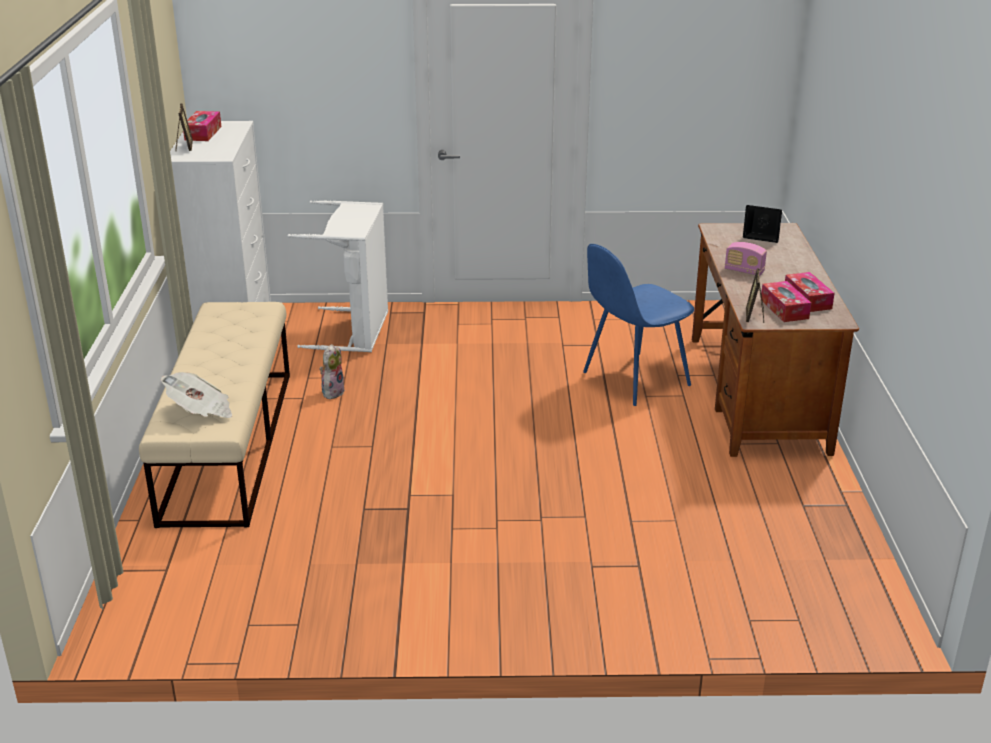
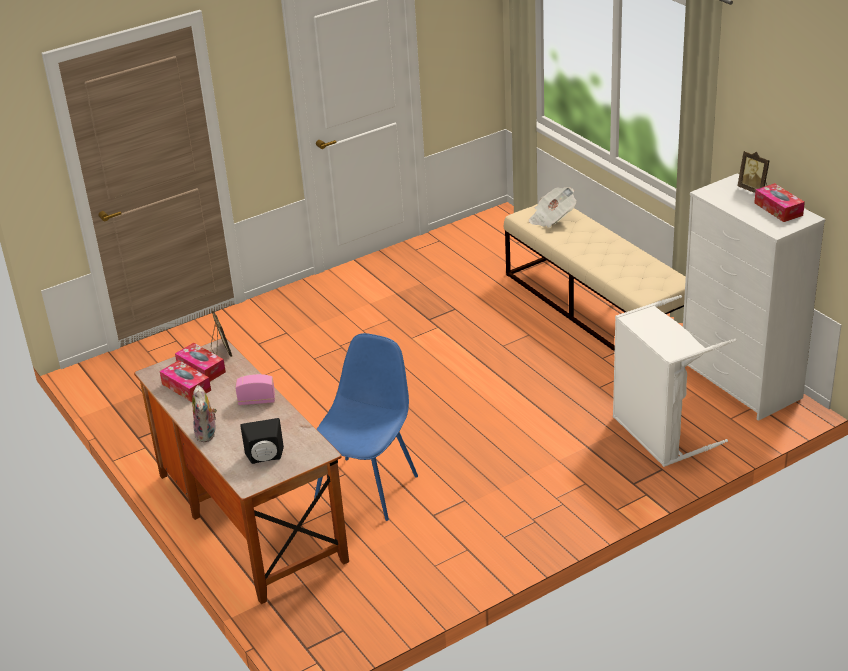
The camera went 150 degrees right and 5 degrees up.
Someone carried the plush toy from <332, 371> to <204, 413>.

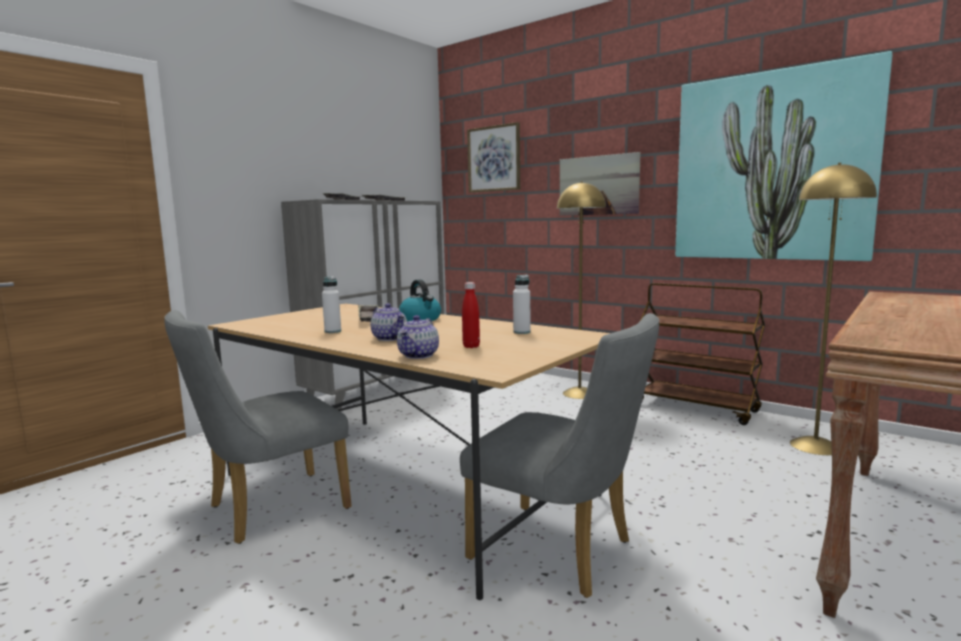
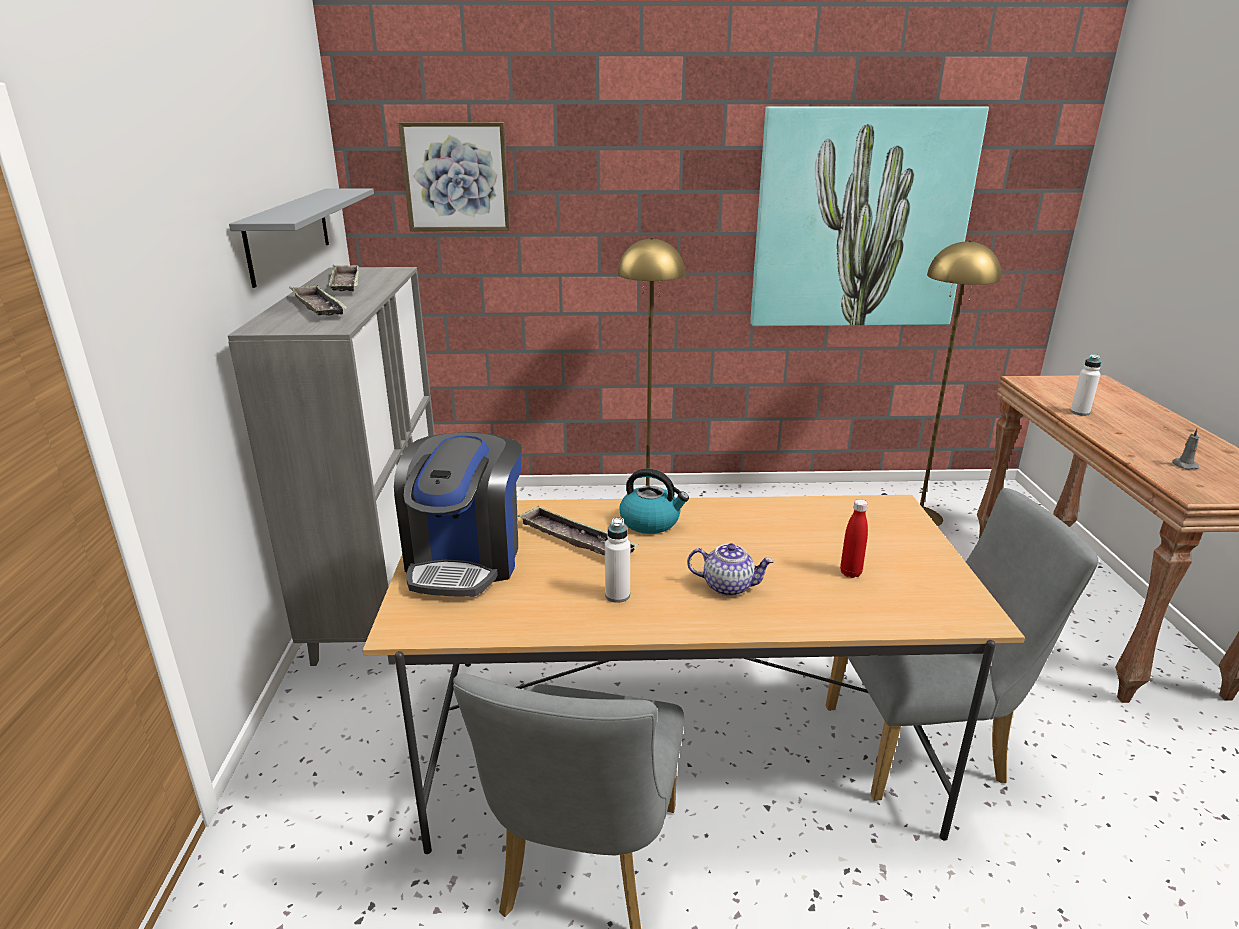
The camera went 40 degrees left and 15 degrees up.
Someone took away the wall art at <600, 184>.
Someone carried the white drink bottle from <522, 304> to <1085, 385>.
Someone took away the brownish wheeled cart at <702, 354>.
Someone took away the teapot at <418, 337>.
Someone put up the grey bracket shelf at <301, 238>.
Someone put down the grey wax candle at <1185, 449>.
Someone put down the coffee brewer at <458, 514>.

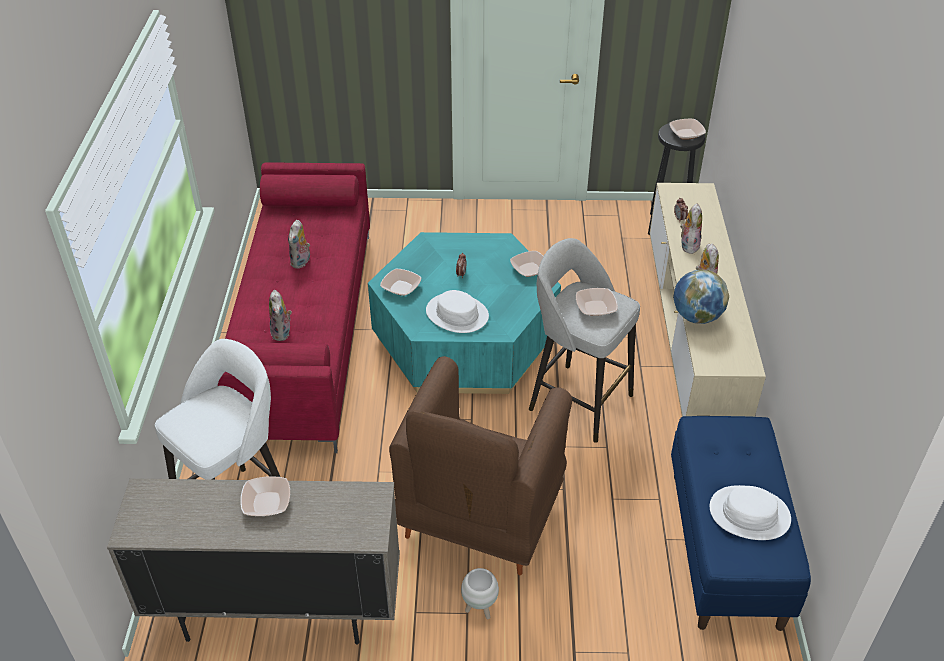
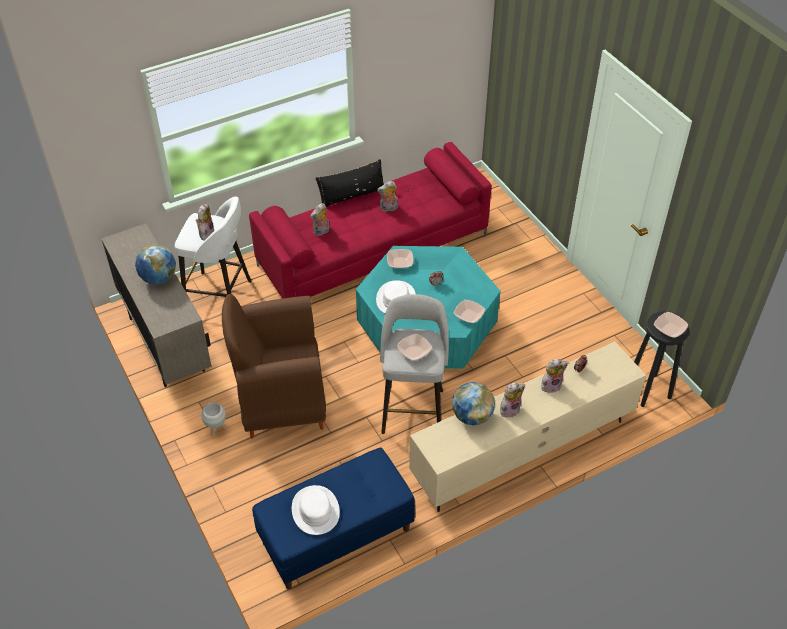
The camera went 60 degrees right and 5 degrees up.
Someone swapped the deep dish at <265, 496> for the world globe at <155, 264>.
Someone put down the black throw pillow at <350, 183>.
Someone put down the plush toy at <205, 222>.

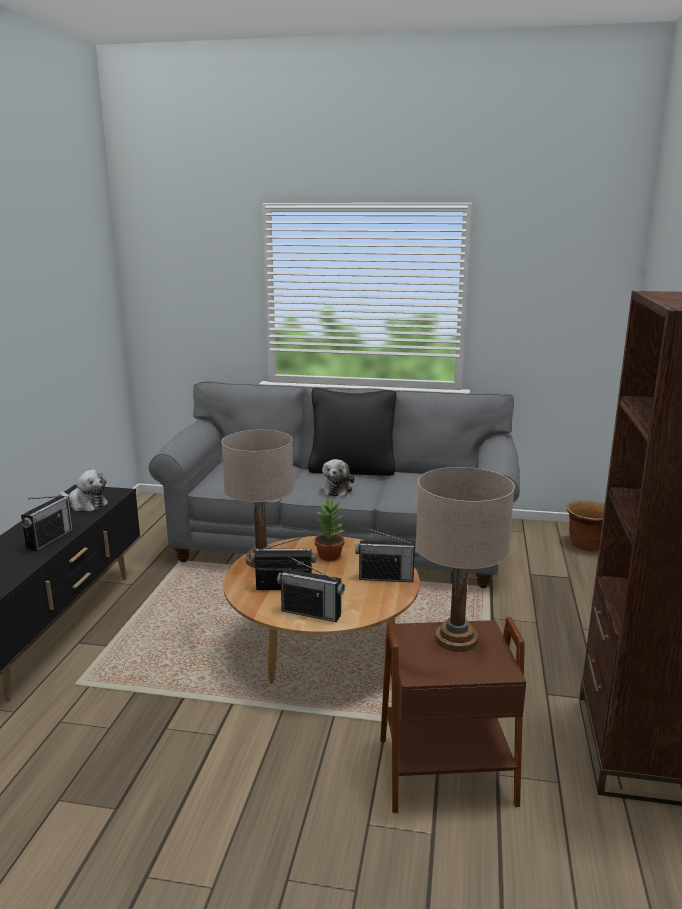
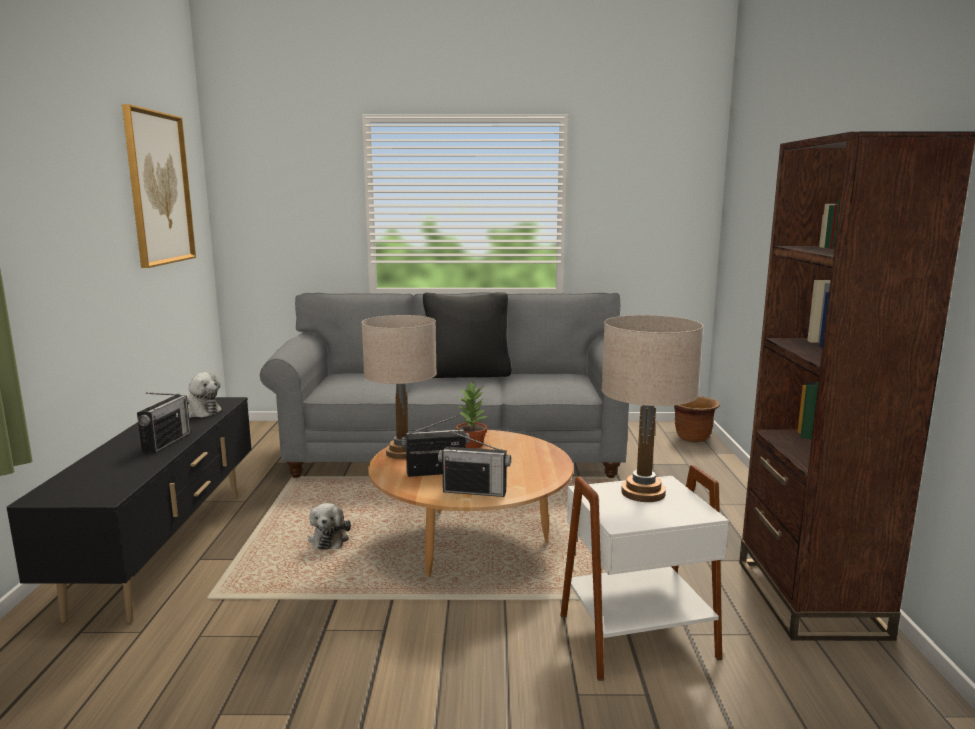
The camera went 10 degrees left and 5 degrees down.
Someone carried the plush toy from <337, 478> to <329, 526>.
Someone took away the radio receiver at <387, 555>.
Someone repainted the brownish end table at <453, 715>, which became the white end table at <644, 573>.
Someone put up the wall art at <159, 186>.

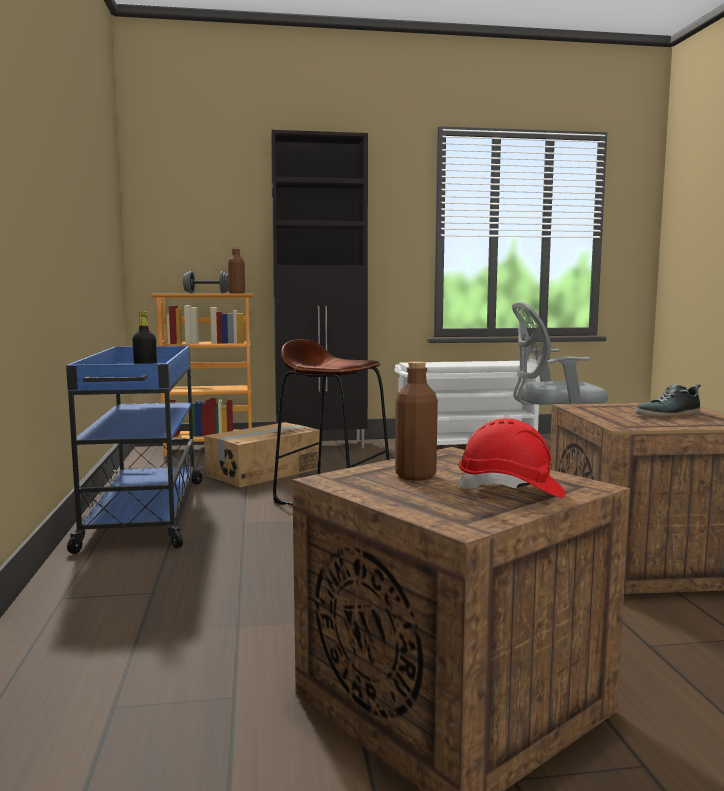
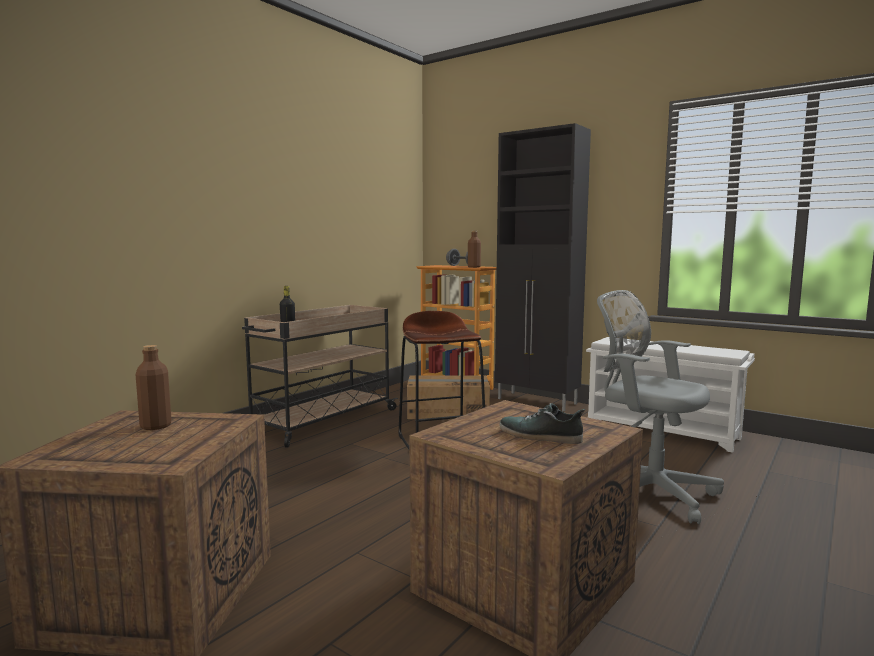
The camera went 45 degrees right and 0 degrees up.
Someone repainted the blue wheeled cart at <135, 450>, which became the beige wheeled cart at <320, 376>.
Someone took away the reddish hard hat at <511, 458>.

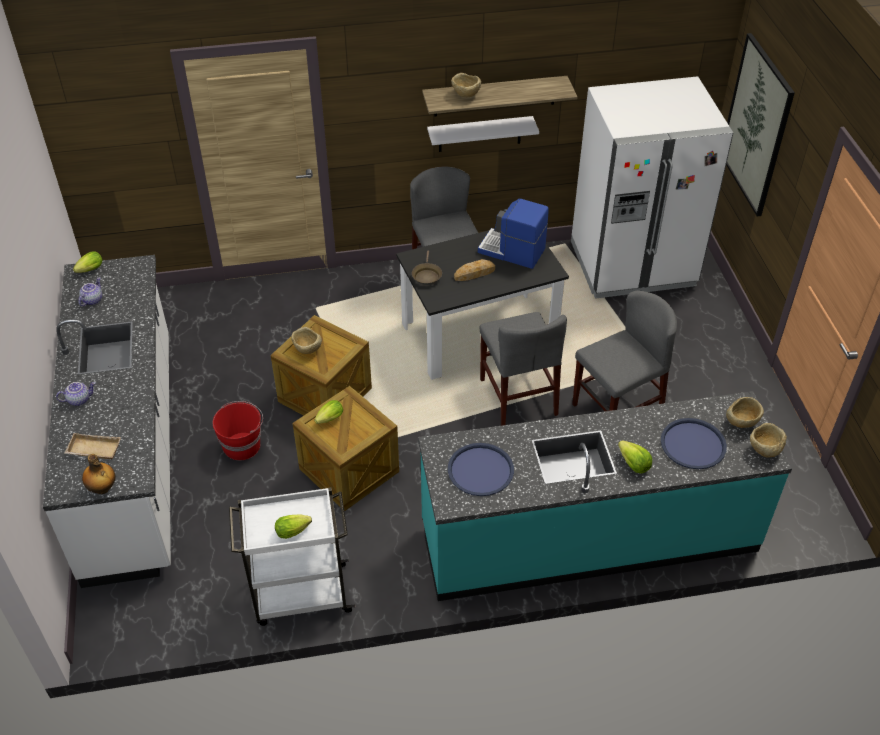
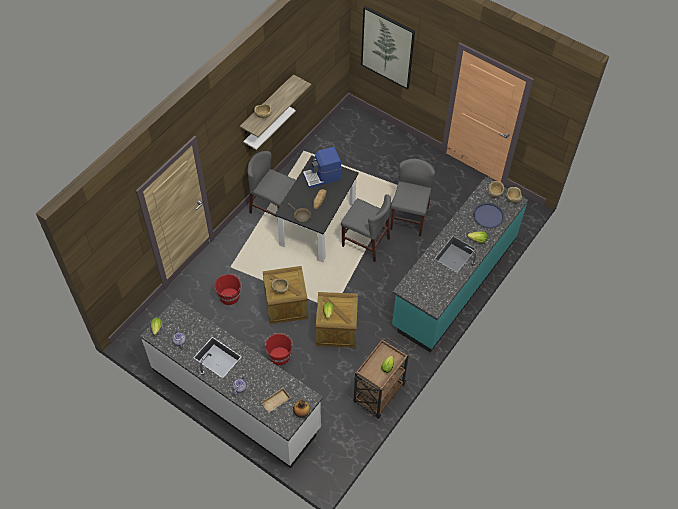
The camera went 45 degrees left and 10 degrees up.
Someone took away the white fridge at <652, 187>.
Someone took away the blue tray at <481, 469>.
Someone repainted the white wheeled cart at <292, 556>, which became the brownish wheeled cart at <381, 377>.
Someone put down the reddish water bucket at <228, 289>.

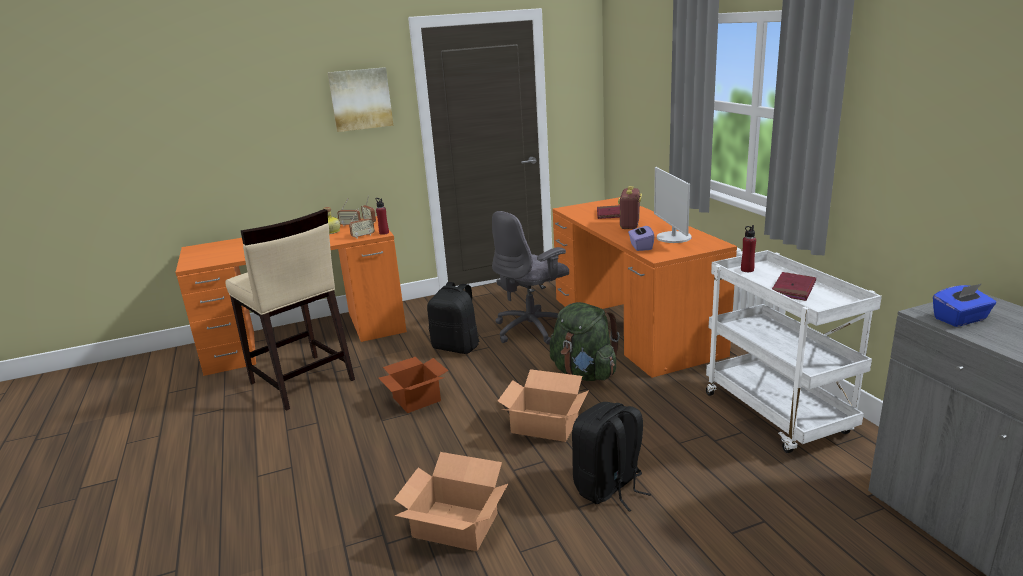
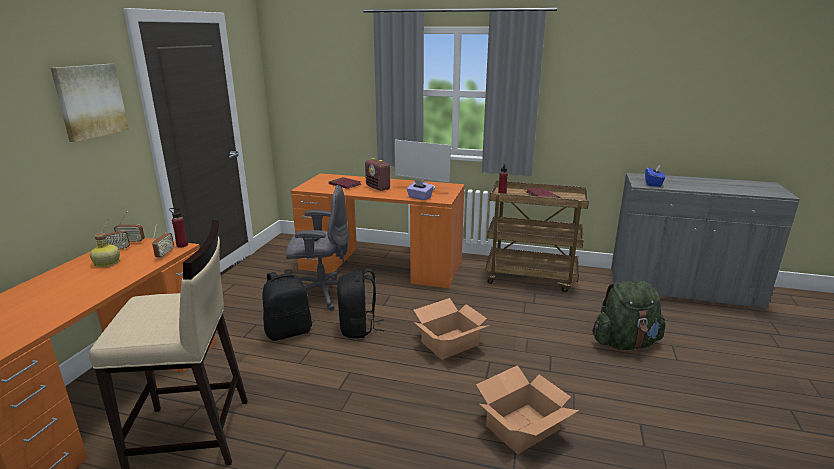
The camera went 55 degrees left and 0 degrees up.
Someone rotated the grey desk chair at <530, 278> by 90 degrees counterclockwise.
Someone repainted the white wheeled cart at <794, 351>, which became the brownish wheeled cart at <537, 236>.
Someone carried the green-coloured rucksack from <585, 341> to <629, 315>.
Someone took away the packing box at <413, 385>.
Someone carried the black rucksack from <611, 456> to <361, 303>.

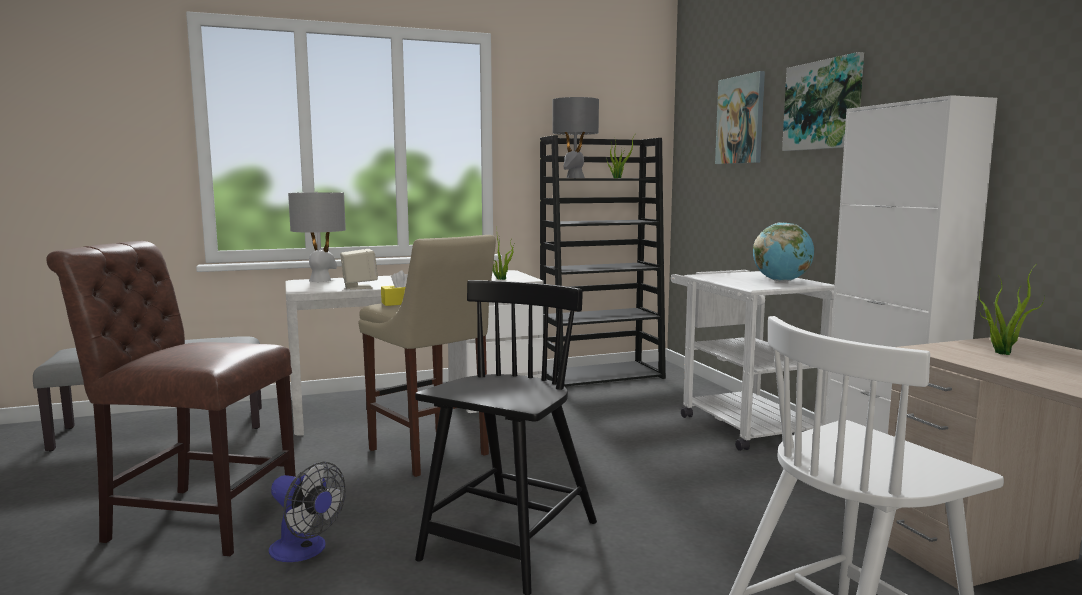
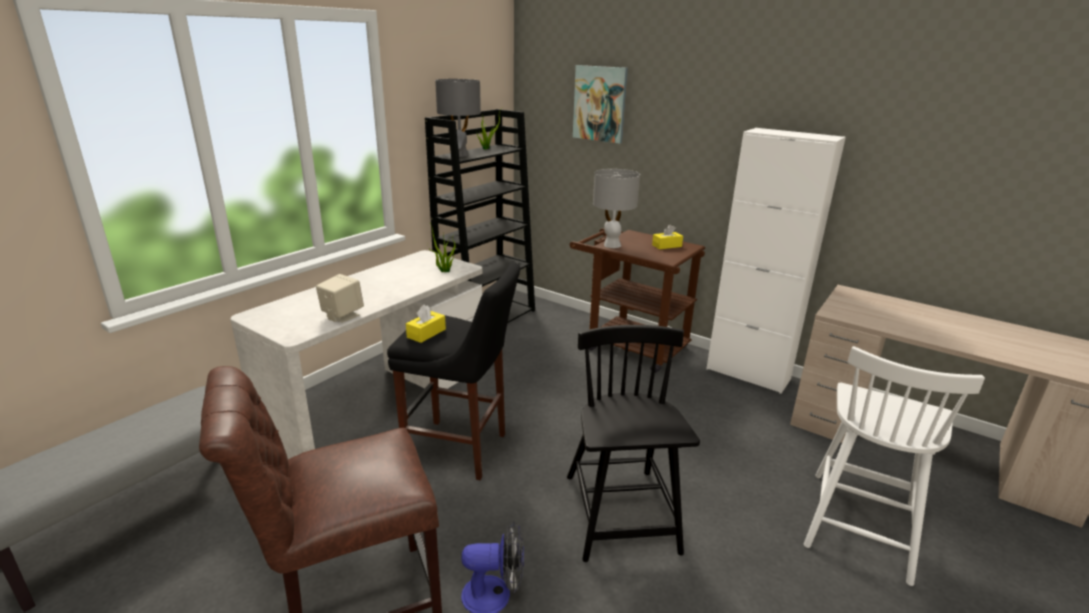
The camera went 35 degrees left and 15 degrees up.
Someone took away the wall art at <823, 101>.
Someone carried the grey lamp for a table from <317, 237> to <616, 208>.
Someone swapped the world globe at <783, 252> for the yellow-coloured tissue box at <667, 236>.
Someone repainted the beige sitting stool at <427, 356>, which became the black sitting stool at <453, 371>.
Someone took away the potted plant at <1012, 310>.
Someone repainted the white wheeled cart at <752, 360>, which became the brownish wheeled cart at <637, 300>.

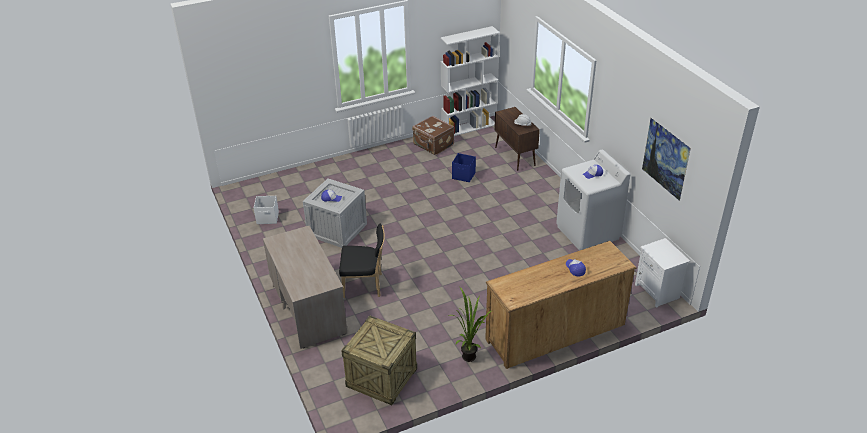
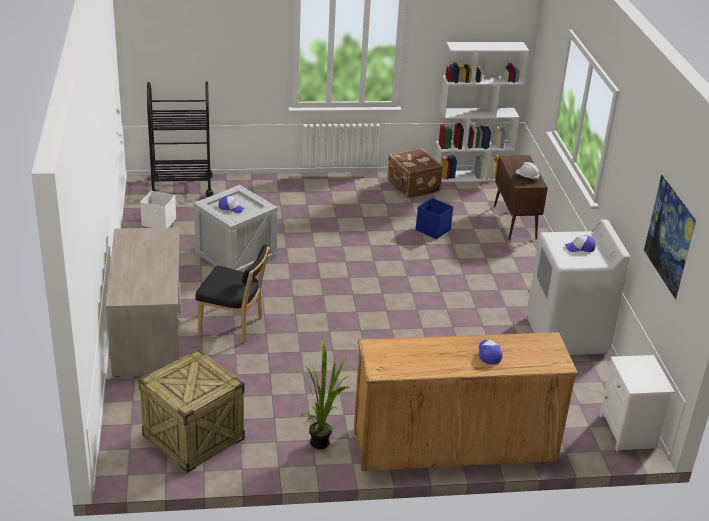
The camera went 15 degrees right and 5 degrees down.
Someone put down the black wheeled cart at <180, 139>.

